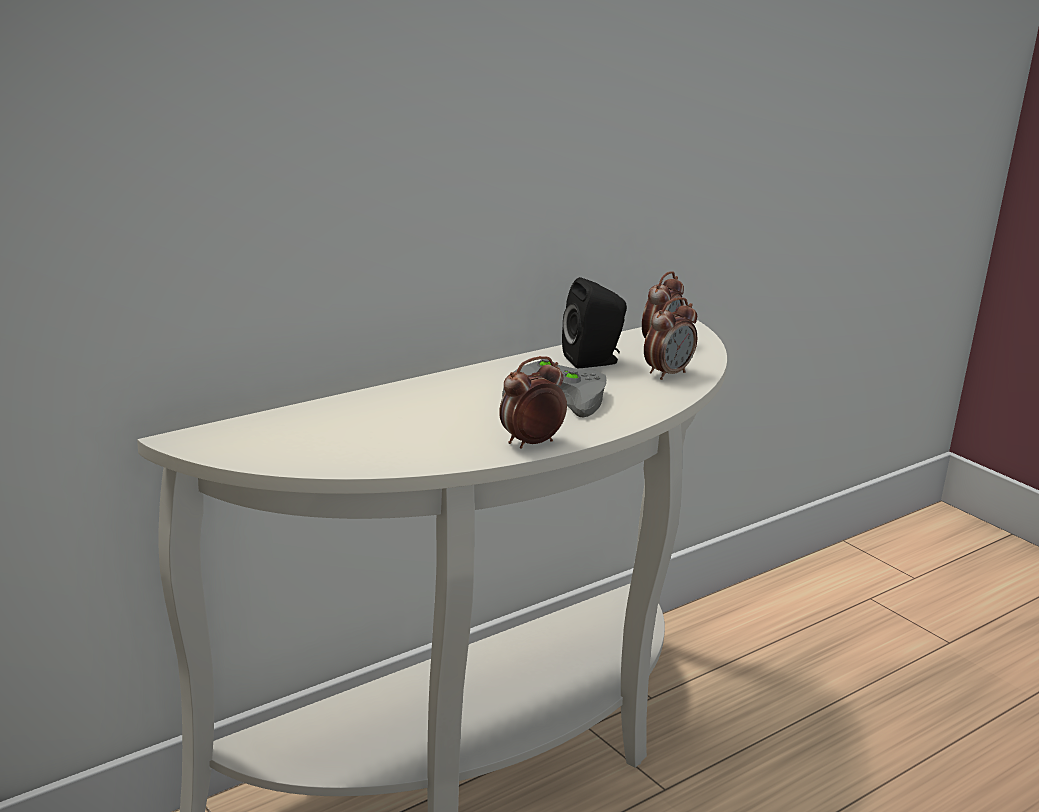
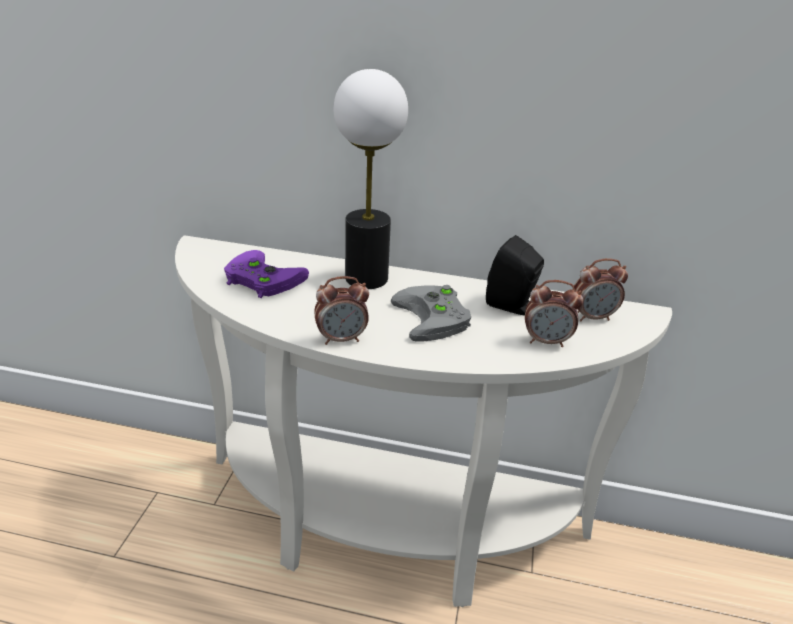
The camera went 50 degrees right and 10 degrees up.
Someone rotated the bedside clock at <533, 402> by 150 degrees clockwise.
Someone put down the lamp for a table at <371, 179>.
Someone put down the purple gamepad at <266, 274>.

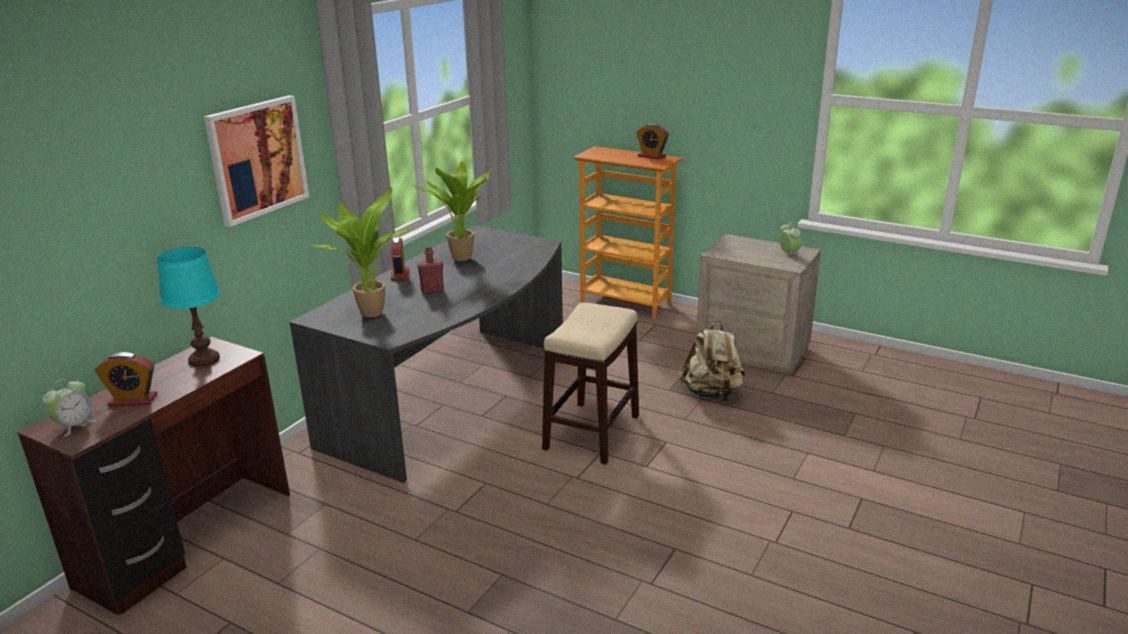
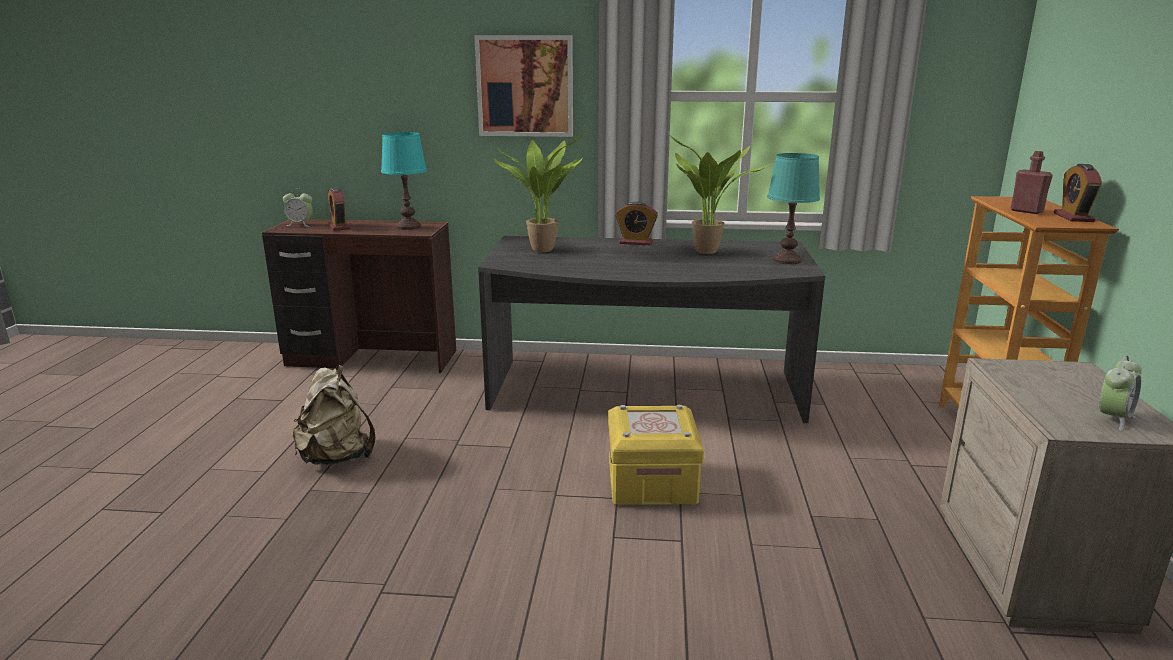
The camera went 65 degrees right and 5 degrees down.
Someone rotated the bedside clock at <400, 259> by 135 degrees counterclockwise.
Someone carried the reddish drink bottle from <430, 270> to <1032, 182>.
Someone swapped the sitting stool at <590, 384> for the yellow-coloured storage container at <656, 454>.
Someone carried the beige rucksack from <712, 360> to <334, 415>.
Someone put down the turquoise lamp for a table at <793, 208>.

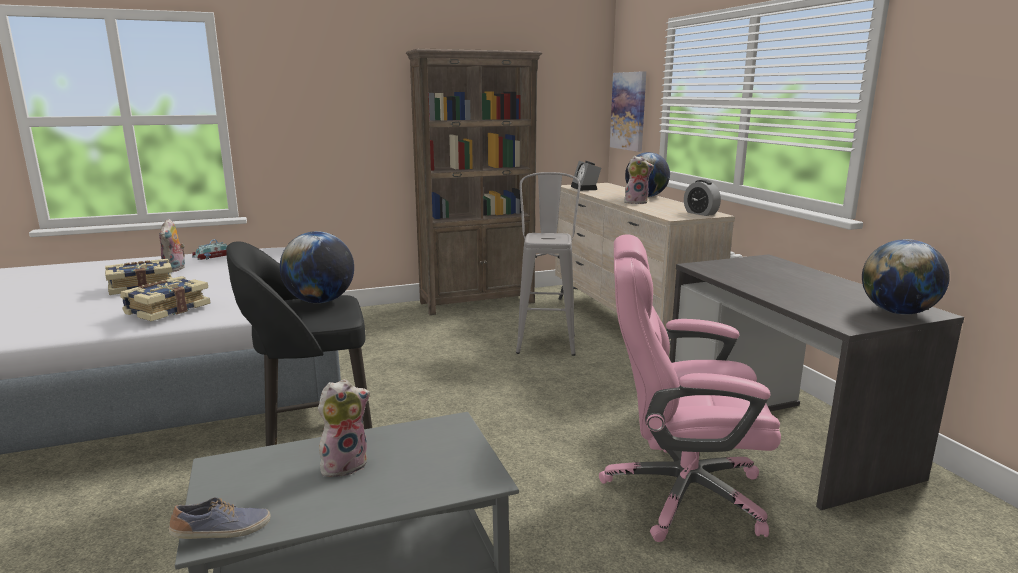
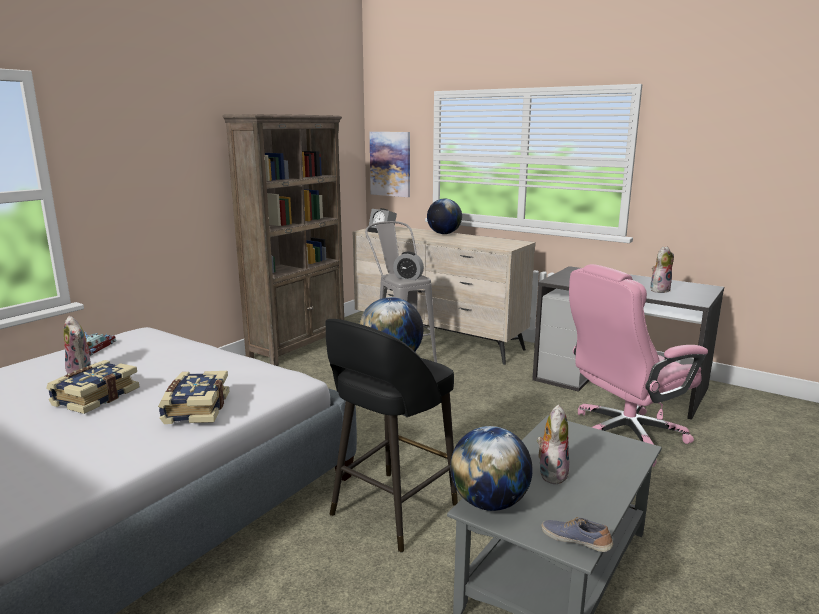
The camera went 35 degrees left and 0 degrees up.
Someone carried the plush toy from <639, 180> to <662, 269>.
Someone carried the bedside clock from <702, 198> to <408, 266>.
Someone carried the world globe from <906, 277> to <491, 468>.
Someone rotated the shoe at <220, 518> by 75 degrees counterclockwise.

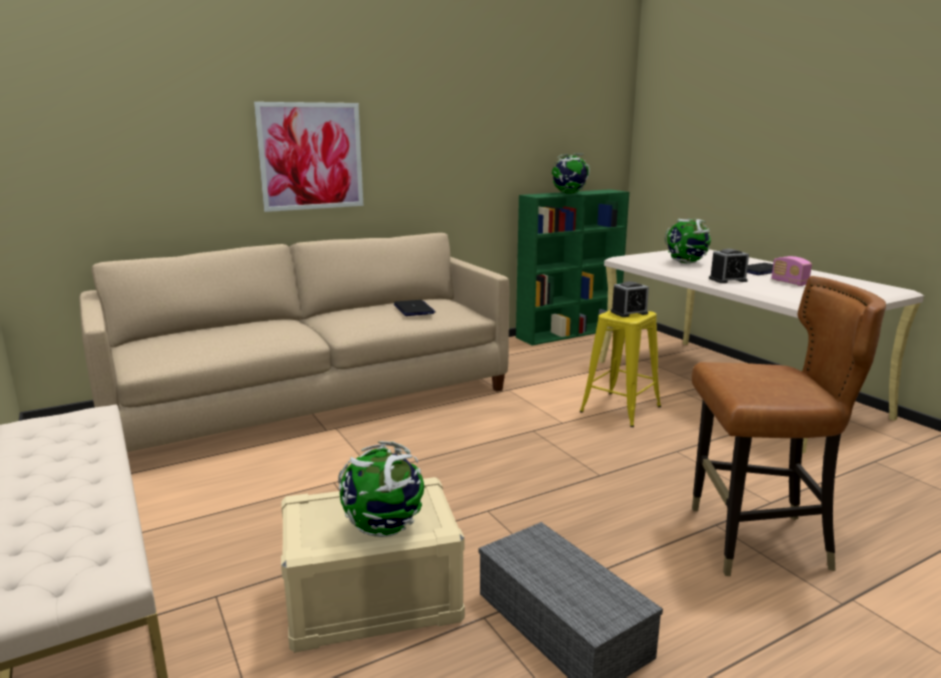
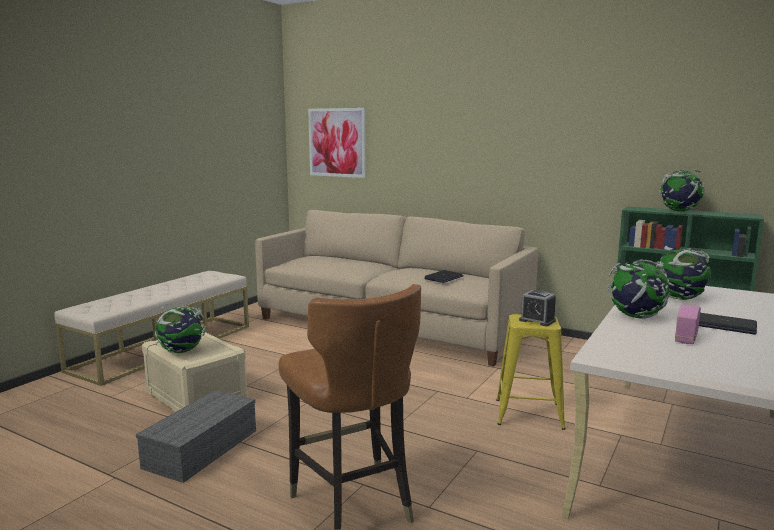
The camera went 60 degrees right and 5 degrees down.
Someone carried the wall art from <308, 157> to <337, 143>.
Someone swapped the bedside clock at <729, 266> for the world globe at <639, 289>.

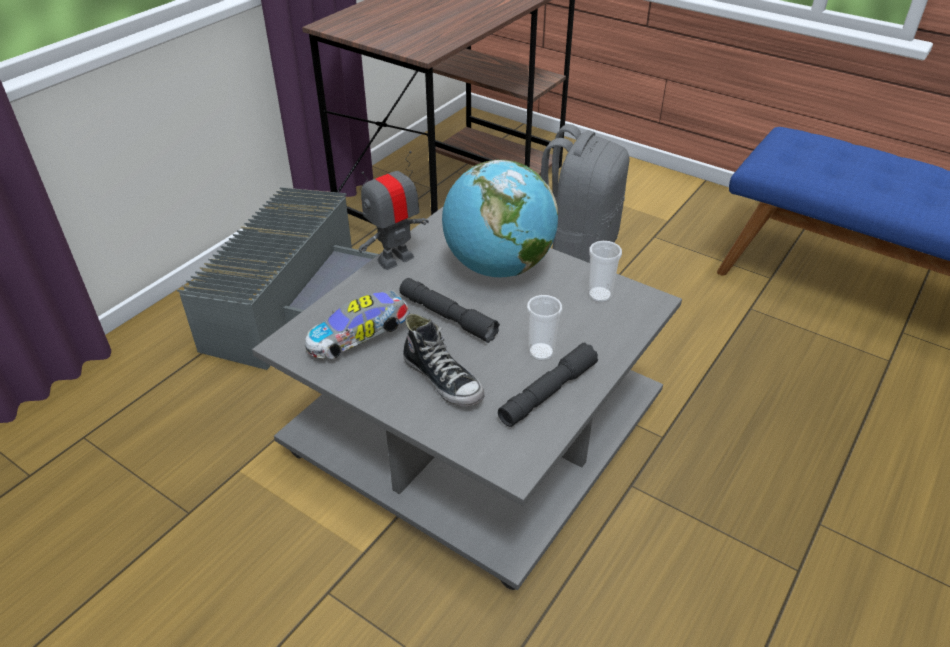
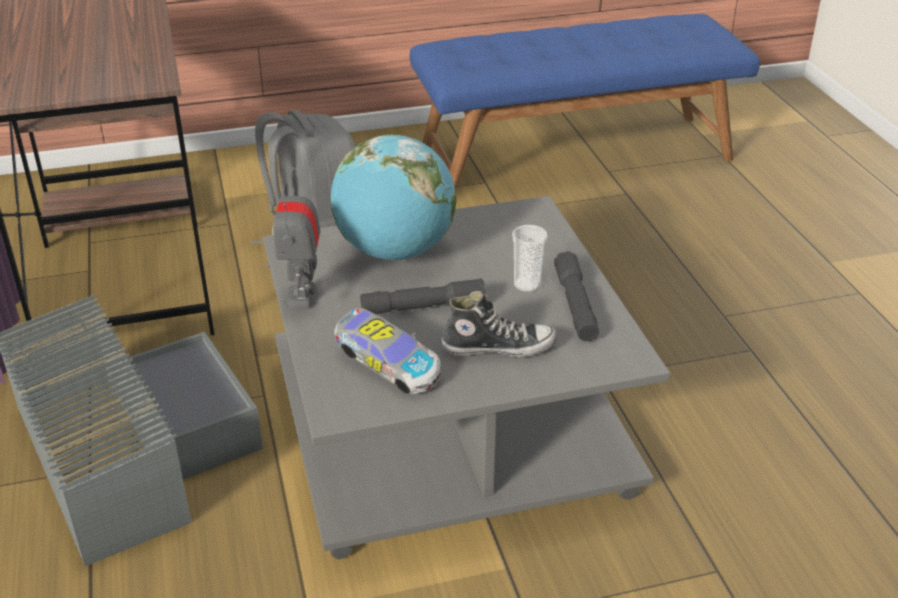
The camera went 50 degrees left and 5 degrees down.
Someone took away the small cup at <605, 271>.
Someone rotated the miniature car at <357, 325> by 60 degrees counterclockwise.

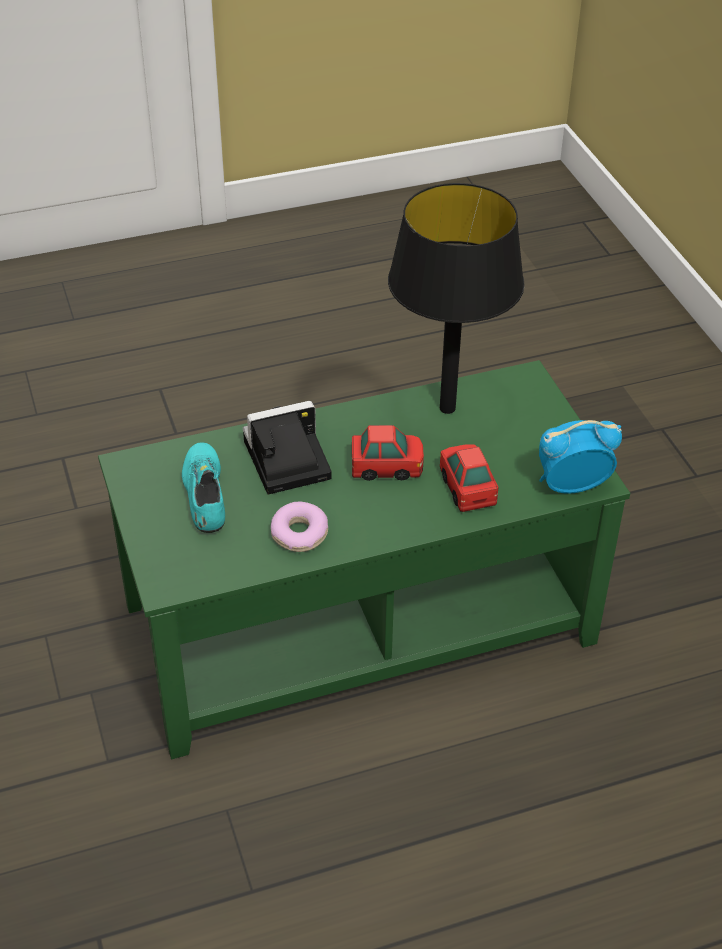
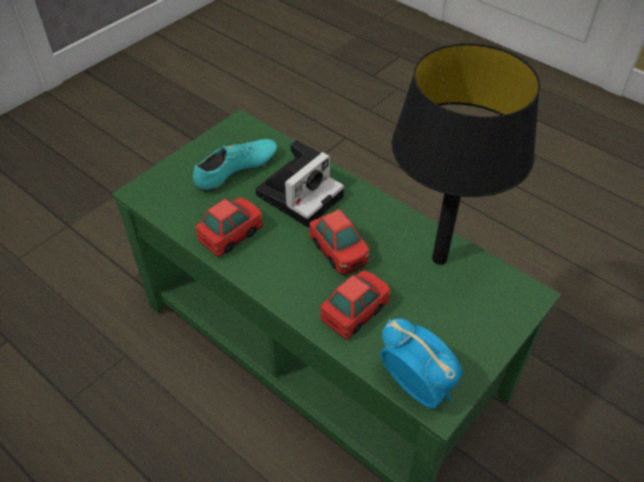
The camera went 60 degrees right and 5 degrees up.
Someone rotated the still camera at <287, 448> by 90 degrees clockwise.
Someone swapped the donut at <299, 527> for the miniature car at <229, 227>.

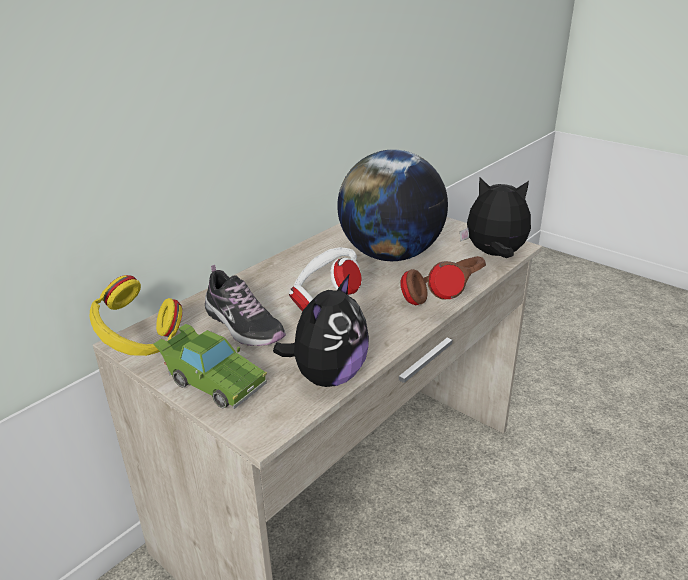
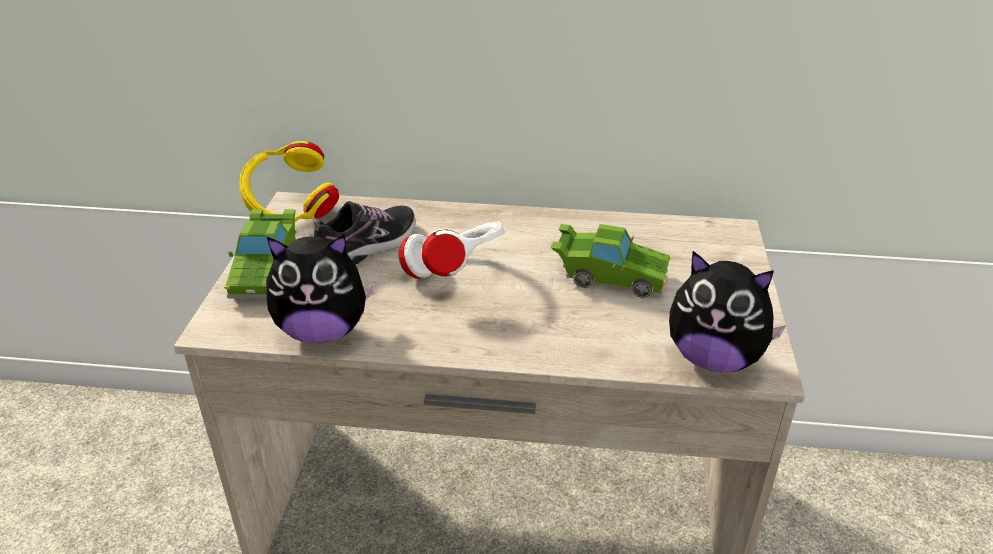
The camera went 55 degrees right and 5 degrees up.
Someone swapped the world globe at <392, 205> for the green-coloured miniature car at <610, 261>.
Someone rotated the plush toy at <495, 218> by 135 degrees clockwise.
Someone took away the brownish headphones at <443, 280>.
Someone rotated the shoe at <245, 305> by 150 degrees counterclockwise.

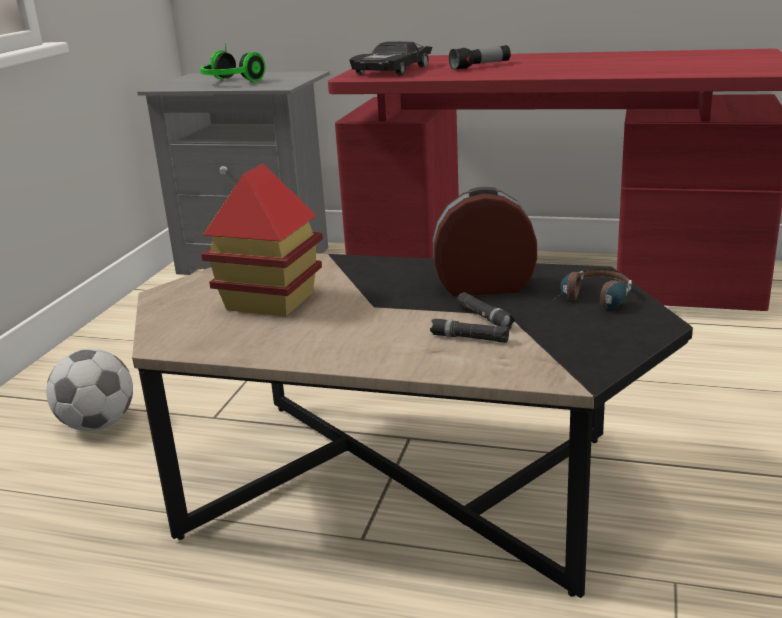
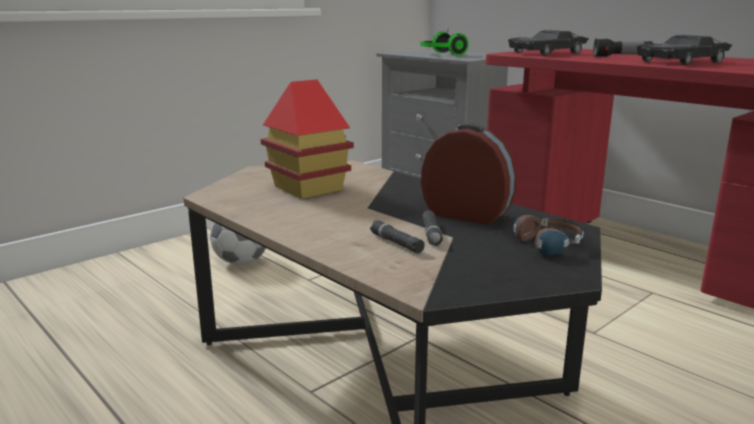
The camera went 30 degrees right and 5 degrees down.
Someone put down the black miniature car at <684, 50>.

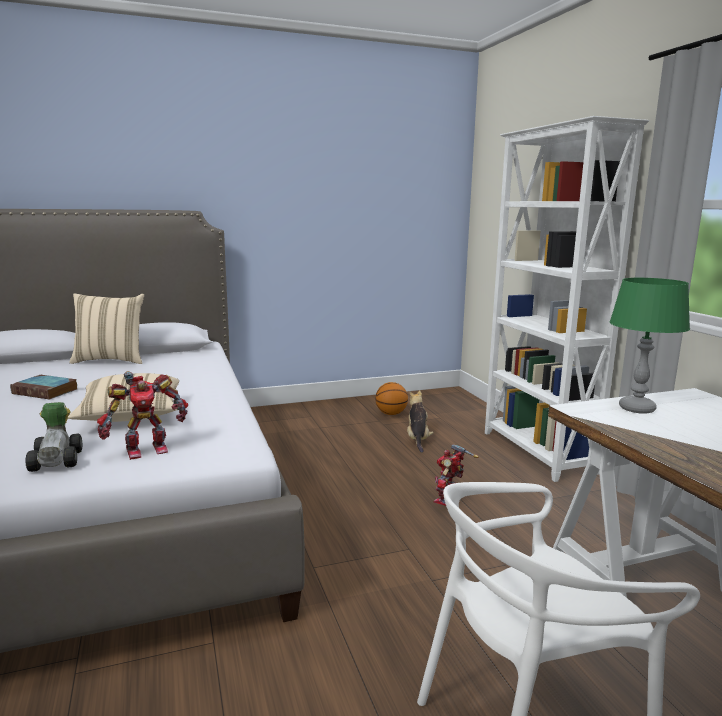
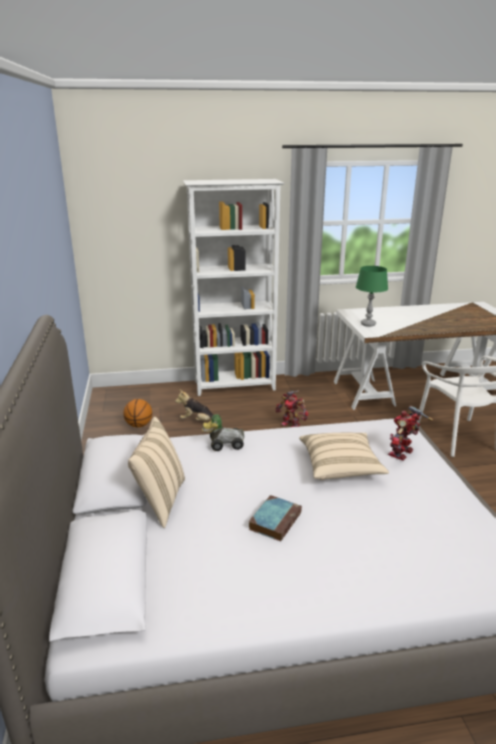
The camera went 80 degrees left and 10 degrees up.
Someone rotated the toy robot at <142, 415> by 120 degrees counterclockwise.
Someone carried the miniature car from <53, 437> to <223, 432>.

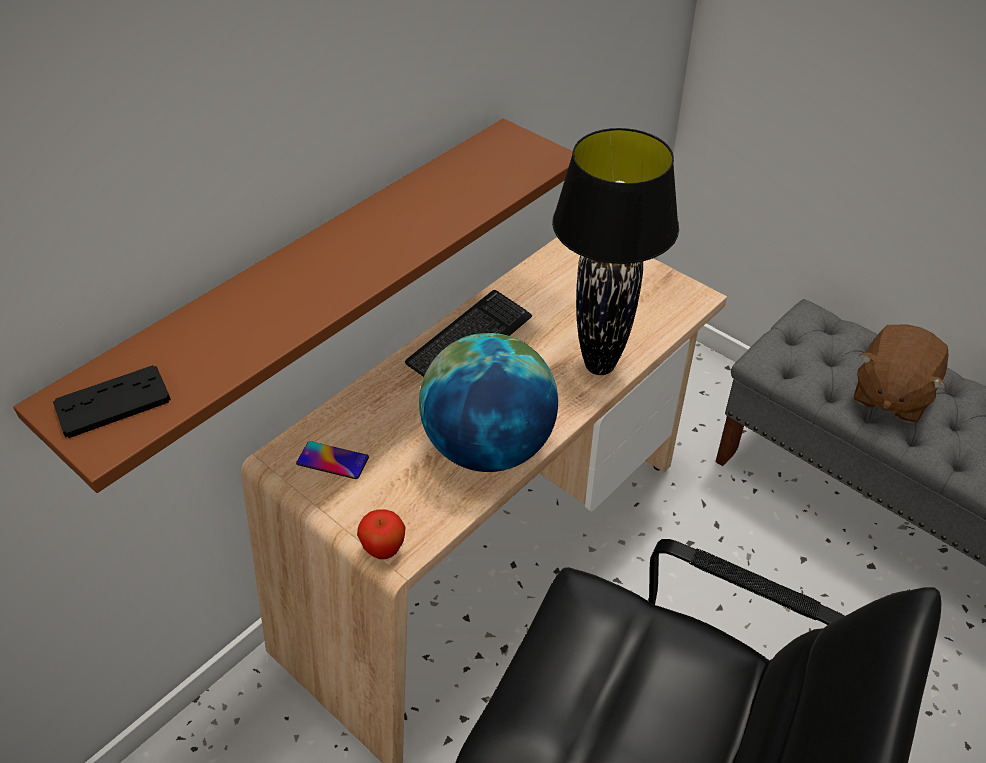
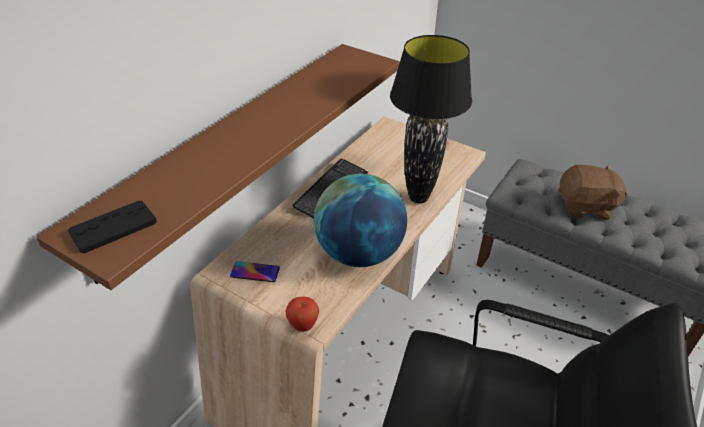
The camera went 10 degrees left and 5 degrees down.
Someone rotated the brownish plush toy at <901, 374> by 105 degrees counterclockwise.

